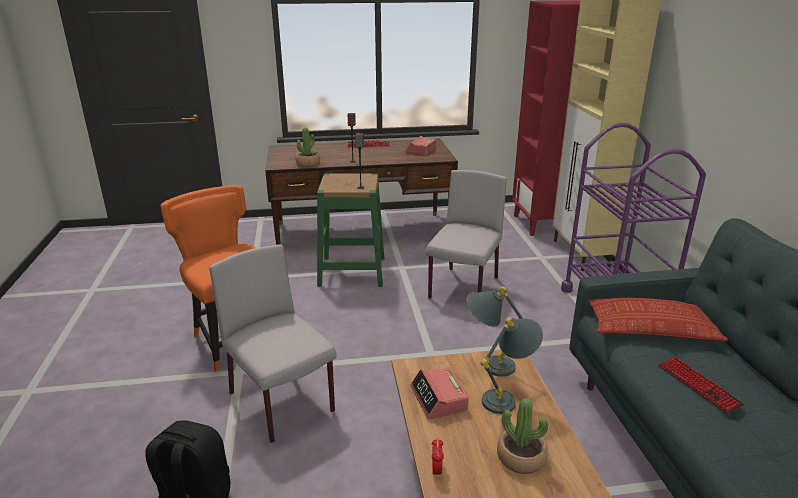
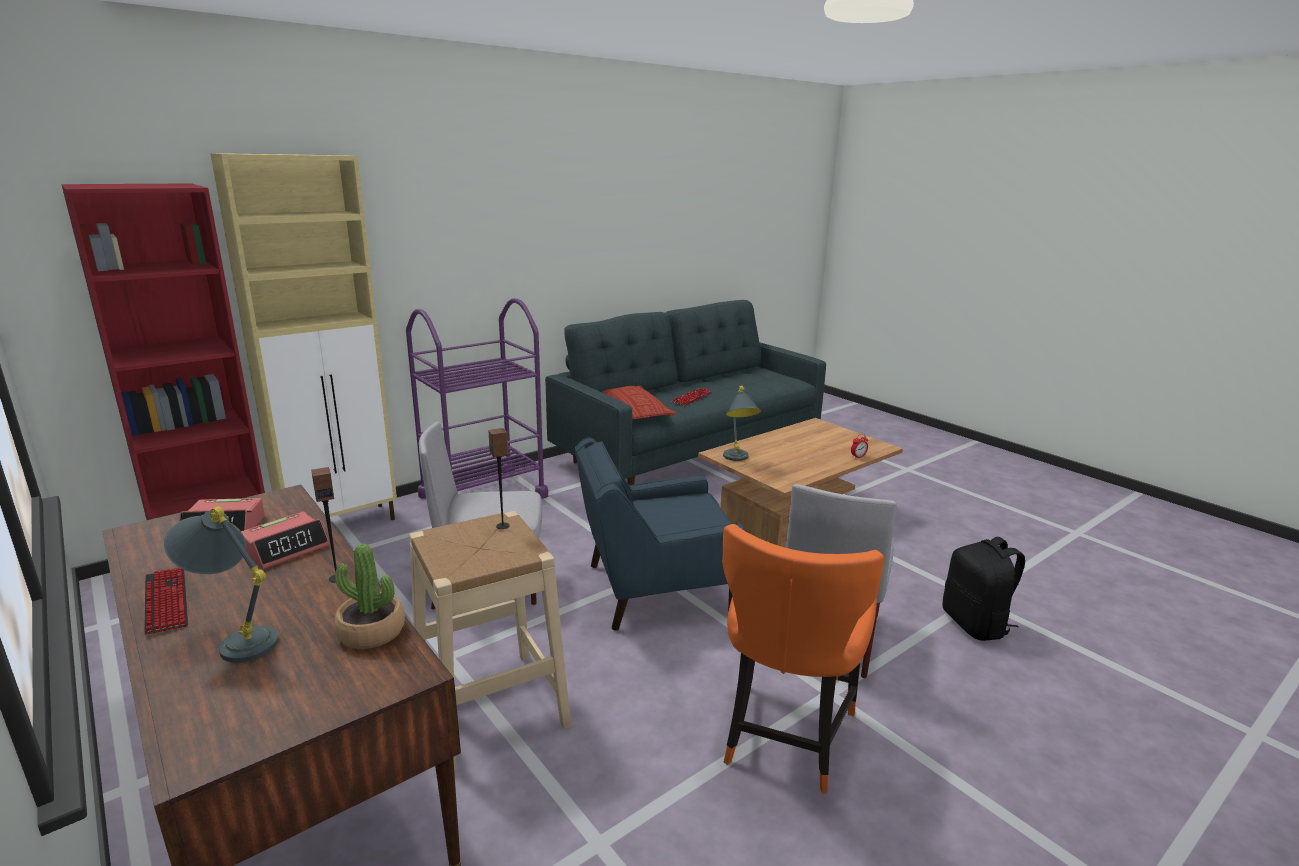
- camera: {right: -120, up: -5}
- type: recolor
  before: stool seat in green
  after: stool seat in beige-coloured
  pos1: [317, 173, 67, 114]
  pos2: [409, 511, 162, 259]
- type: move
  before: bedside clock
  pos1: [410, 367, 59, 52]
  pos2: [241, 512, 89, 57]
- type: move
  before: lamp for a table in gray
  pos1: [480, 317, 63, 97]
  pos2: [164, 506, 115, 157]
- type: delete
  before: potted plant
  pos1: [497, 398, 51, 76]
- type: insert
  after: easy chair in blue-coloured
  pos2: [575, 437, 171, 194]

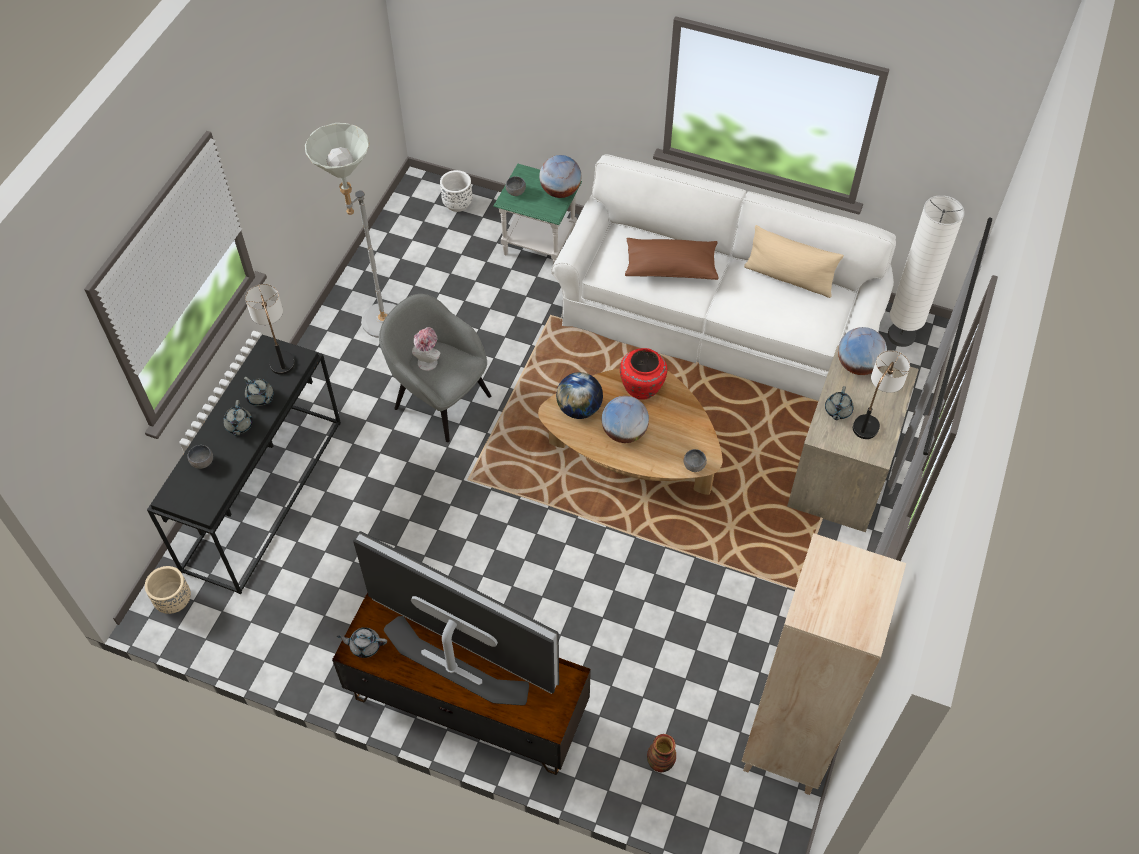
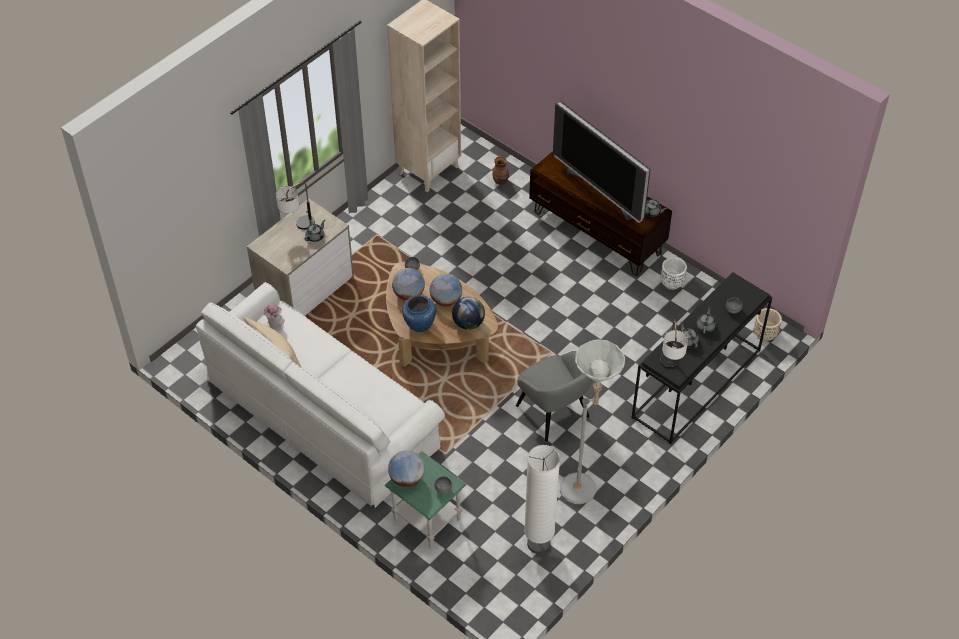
- camera: {right: -160, up: -5}
- type: move
  before: clothing hat
  pos1: [412, 327, 29, 44]
  pos2: [264, 303, 21, 28]
- type: move
  before: plant pot in white-coloured
  pos1: [440, 170, 33, 42]
  pos2: [660, 257, 27, 33]
- type: recolor
  before: decorative vase in red-coloured
  after: decorative vase in blue-coloured
  pos1: [620, 348, 47, 52]
  pos2: [402, 295, 34, 37]
- type: delete
  before: cushion in brownish
  pos1: [625, 238, 93, 42]
- type: move
  before: globe
  pos1: [838, 327, 49, 48]
  pos2: [392, 268, 33, 32]
- type: move
  before: standing lamp in white-coloured
  pos1: [888, 195, 77, 152]
  pos2: [524, 445, 36, 109]

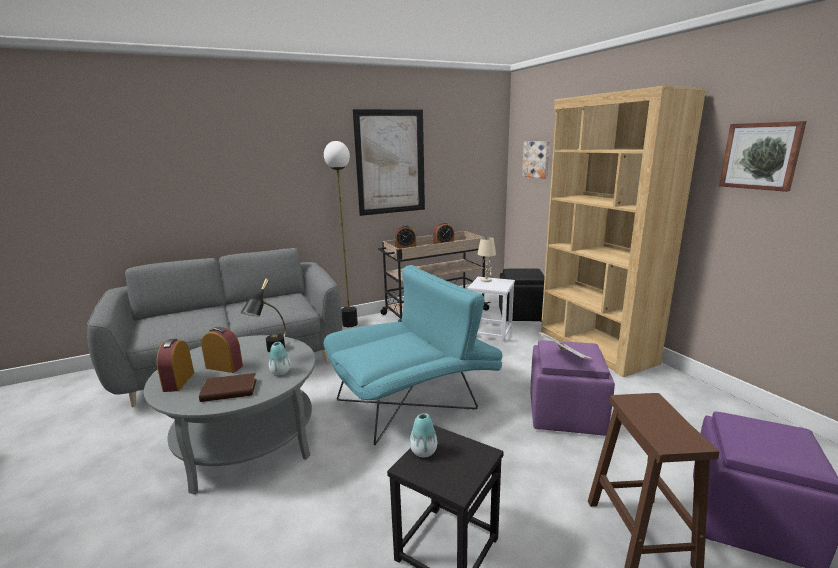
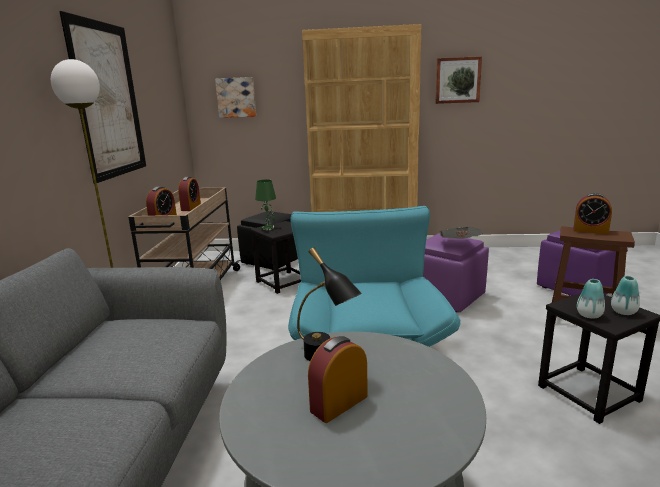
- camera: {right: -60, up: 0}
- type: move
  before: bedside clock
  pos1: [157, 339, 37, 53]
  pos2: [573, 193, 39, 41]
- type: delete
  before: bound book in brownish
  pos1: [199, 373, 58, 29]
- type: move
  before: decorative vase
  pos1: [269, 342, 22, 33]
  pos2: [611, 276, 29, 39]
- type: recolor
  before: stool seat in white-coloured
  after: stool seat in black
  pos1: [467, 277, 48, 65]
  pos2: [250, 221, 51, 73]
- type: recolor
  before: lamp for a table in beige-coloured
  after: lamp for a table in green
  pos1: [478, 237, 18, 45]
  pos2: [255, 180, 21, 50]

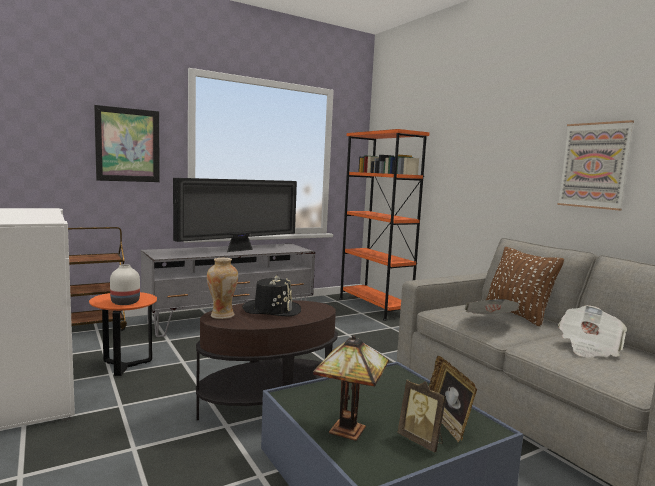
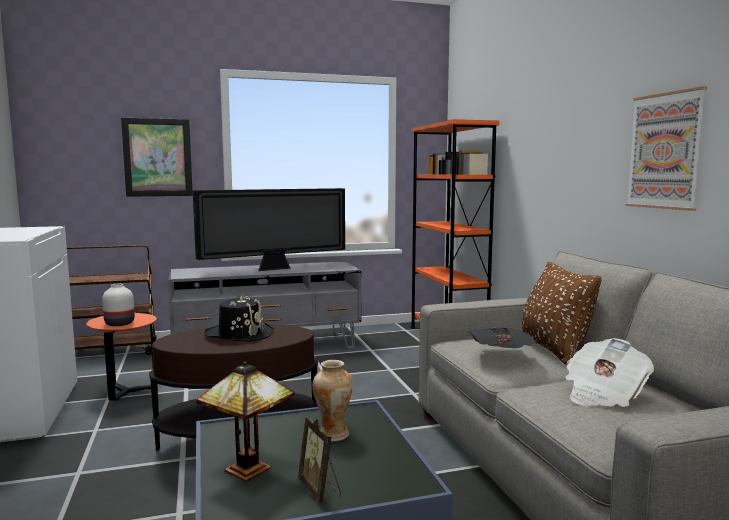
- camera: {right: 15, up: 0}
- type: move
  before: decorative vase
  pos1: [207, 258, 31, 61]
  pos2: [313, 360, 40, 82]
- type: delete
  before: picture frame
  pos1: [429, 356, 48, 86]

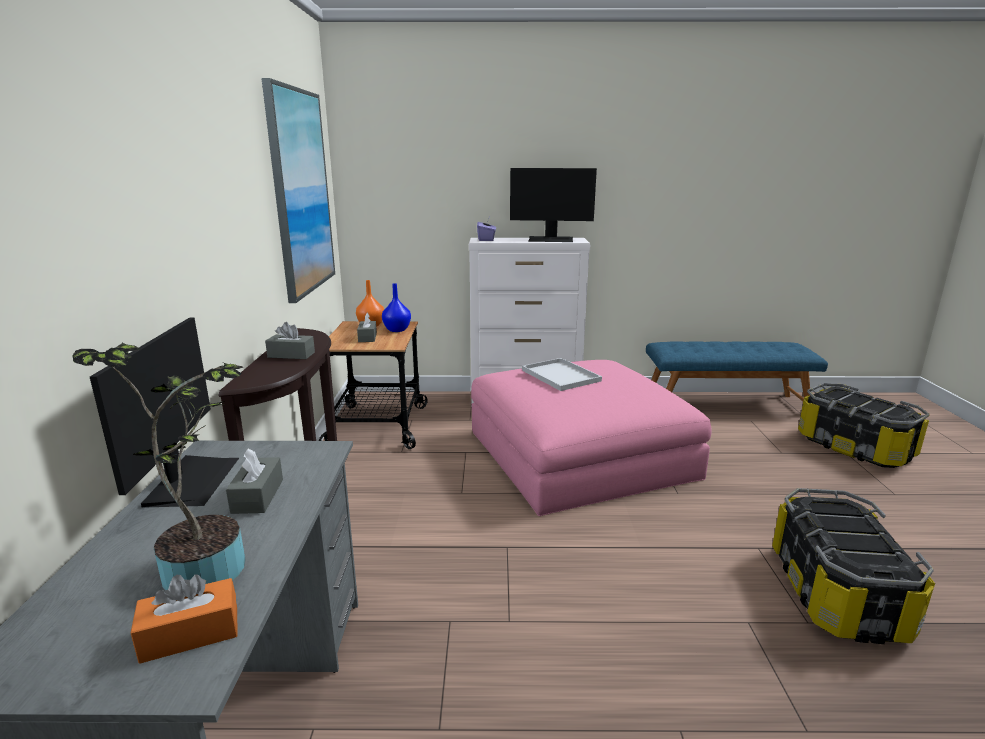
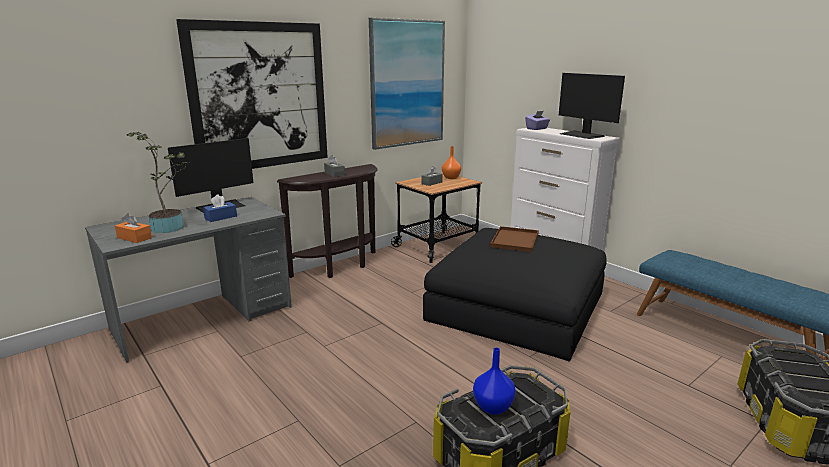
- camera: {right: 50, up: 0}
- type: recolor
  before: tissue holder in gray
  after: tissue holder in blue-coloured
  pos1: [226, 448, 57, 66]
  pos2: [203, 194, 34, 28]
- type: move
  before: decorative vase in blue-coloured
  pos1: [382, 283, 29, 49]
  pos2: [473, 348, 43, 67]
- type: recolor
  before: pouffe in pink-coloured
  after: pouffe in black
  pos1: [471, 360, 241, 156]
  pos2: [423, 228, 184, 133]
- type: recolor
  before: tray in white-coloured
  after: tray in brownish
  pos1: [522, 358, 80, 33]
  pos2: [490, 226, 49, 26]
- type: insert
  after: picture
  pos2: [176, 19, 152, 150]

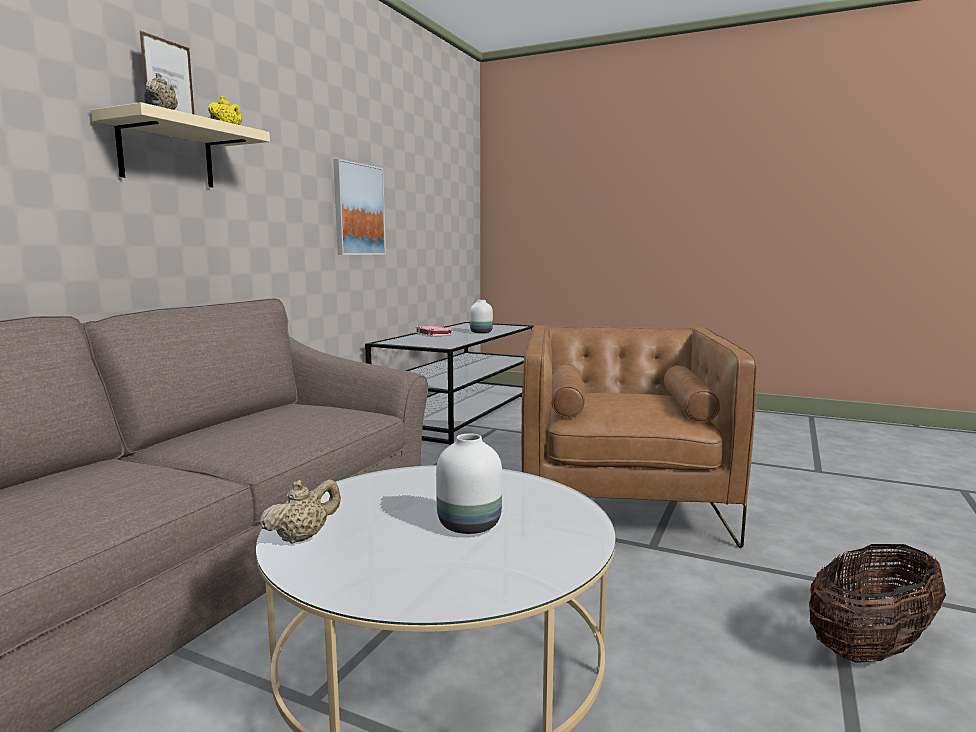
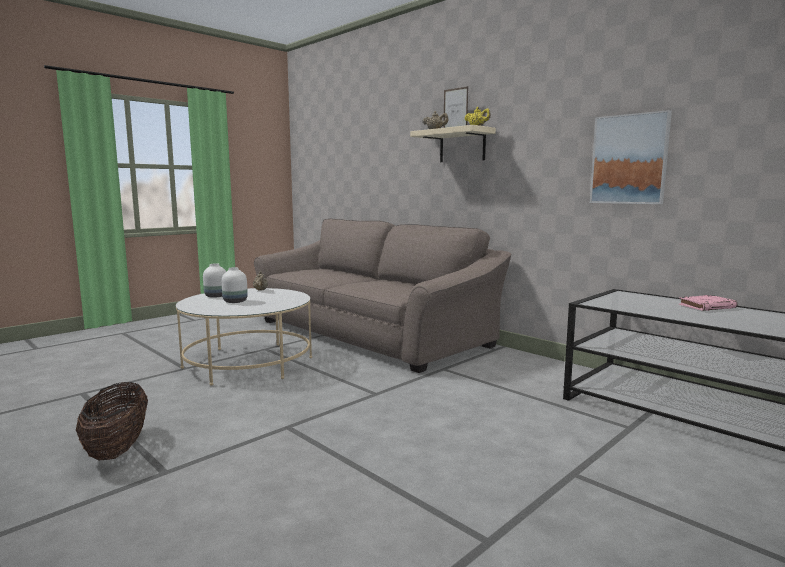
- camera: {right: 110, up: 0}
- type: move
  before: decorative vase in white-coloured
  pos1: [470, 300, 23, 33]
  pos2: [203, 263, 23, 35]
- type: delete
  before: easy chair in brownish
  pos1: [521, 325, 236, 223]

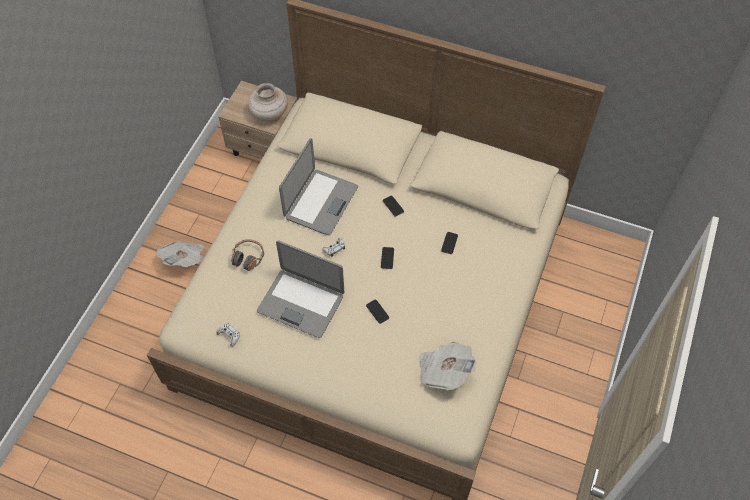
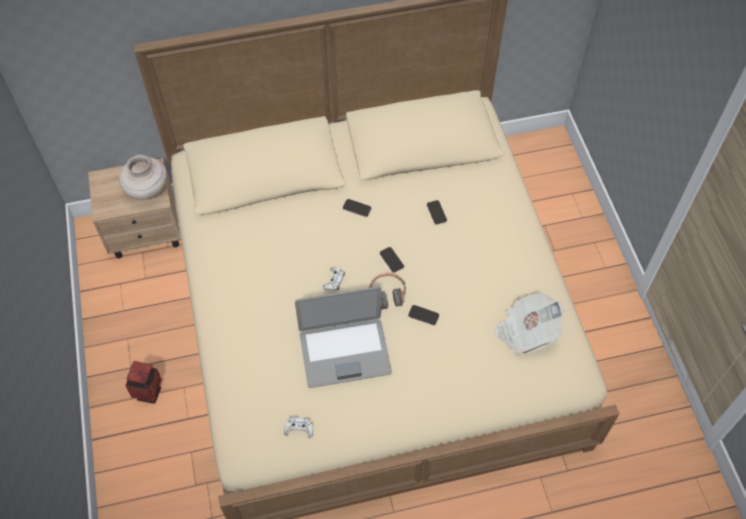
- camera: {right: -35, up: 0}
- type: replace
  before: printed paper
  after: decorative vase
  pos1: [156, 241, 48, 26]
  pos2: [125, 361, 37, 43]
- type: move
  before: headset
  pos1: [231, 239, 33, 32]
  pos2: [369, 273, 37, 37]
- type: delete
  before: portable computer
  pos1: [279, 138, 79, 97]

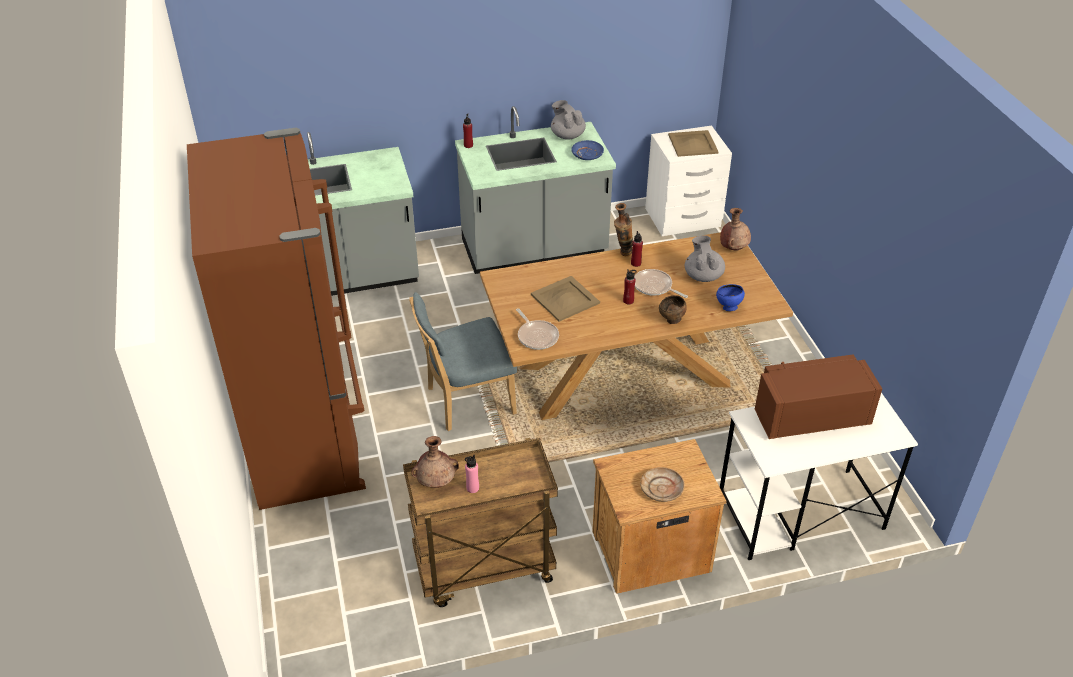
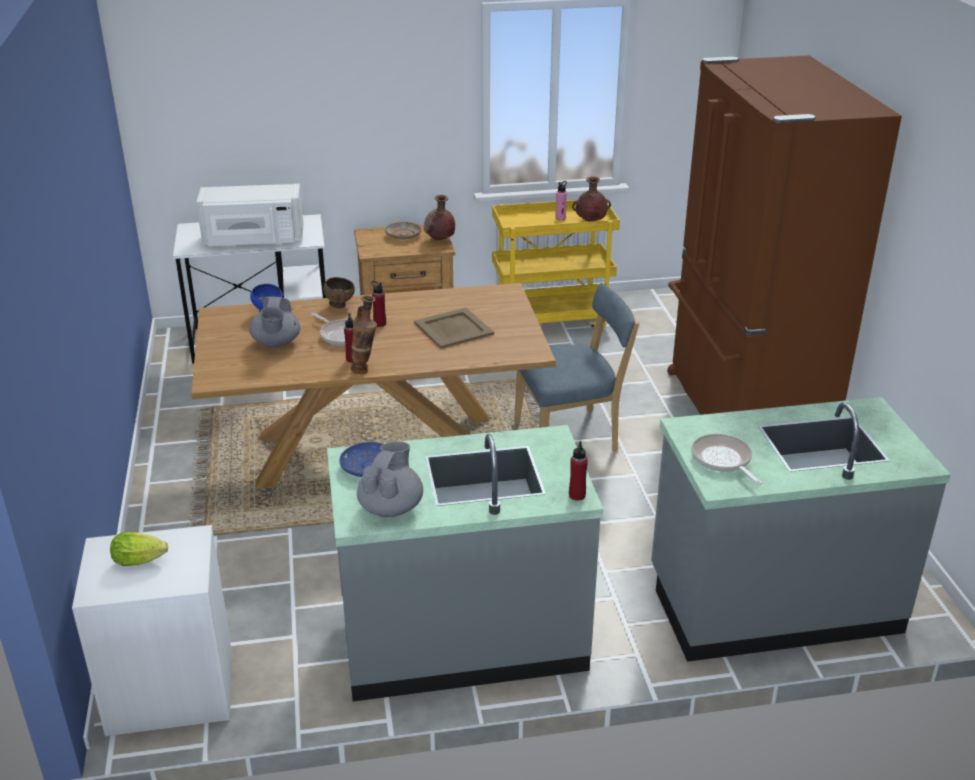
- camera: {right: -175, up: -10}
- type: recolor
  before: cart in brownish
  after: cart in yellow-coloured
  pos1: [403, 438, 155, 169]
  pos2: [492, 200, 128, 130]
- type: move
  before: pan
  pos1: [516, 308, 43, 42]
  pos2: [691, 434, 71, 51]
- type: rotate
  before: teapot in gray
  pos1: [551, 100, 35, 40]
  pos2: [357, 442, 66, 75]
  turn: -135
- type: replace
  before: tray in beige-coloured
  after: lettuce head
  pos1: [668, 130, 51, 27]
  pos2: [110, 532, 58, 34]
- type: move
  before: decorative vase in brownish
  pos1: [720, 208, 31, 43]
  pos2: [424, 195, 31, 45]
- type: recolor
  before: microwave in brownish
  after: microwave in white-coloured
  pos1: [755, 354, 127, 85]
  pos2: [196, 184, 108, 62]

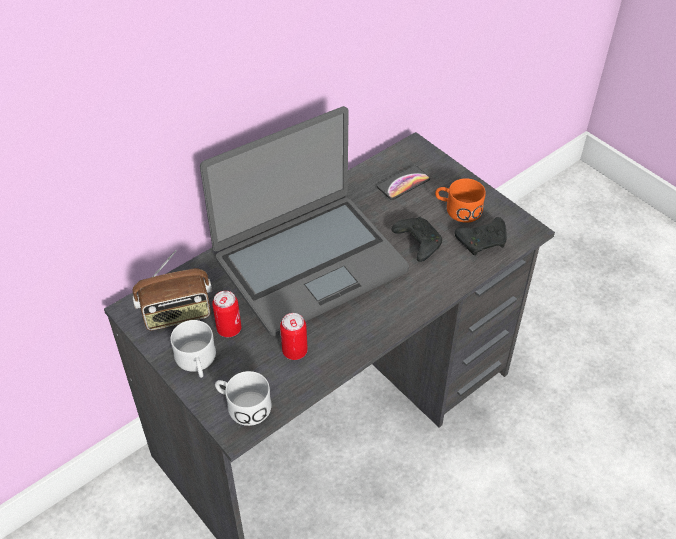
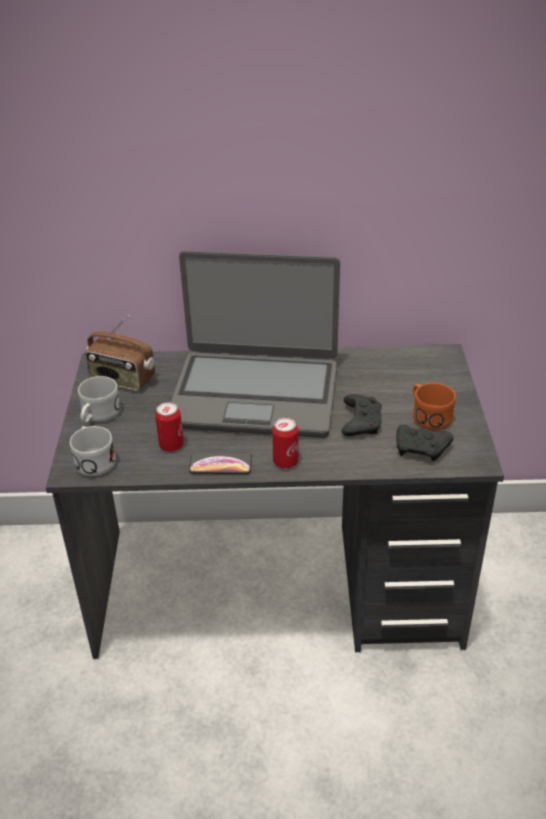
- camera: {right: 40, up: -10}
- type: move
  before: can
  pos1: [212, 291, 29, 46]
  pos2: [272, 417, 27, 52]
- type: move
  before: handset
  pos1: [377, 166, 53, 34]
  pos2: [189, 452, 63, 22]

